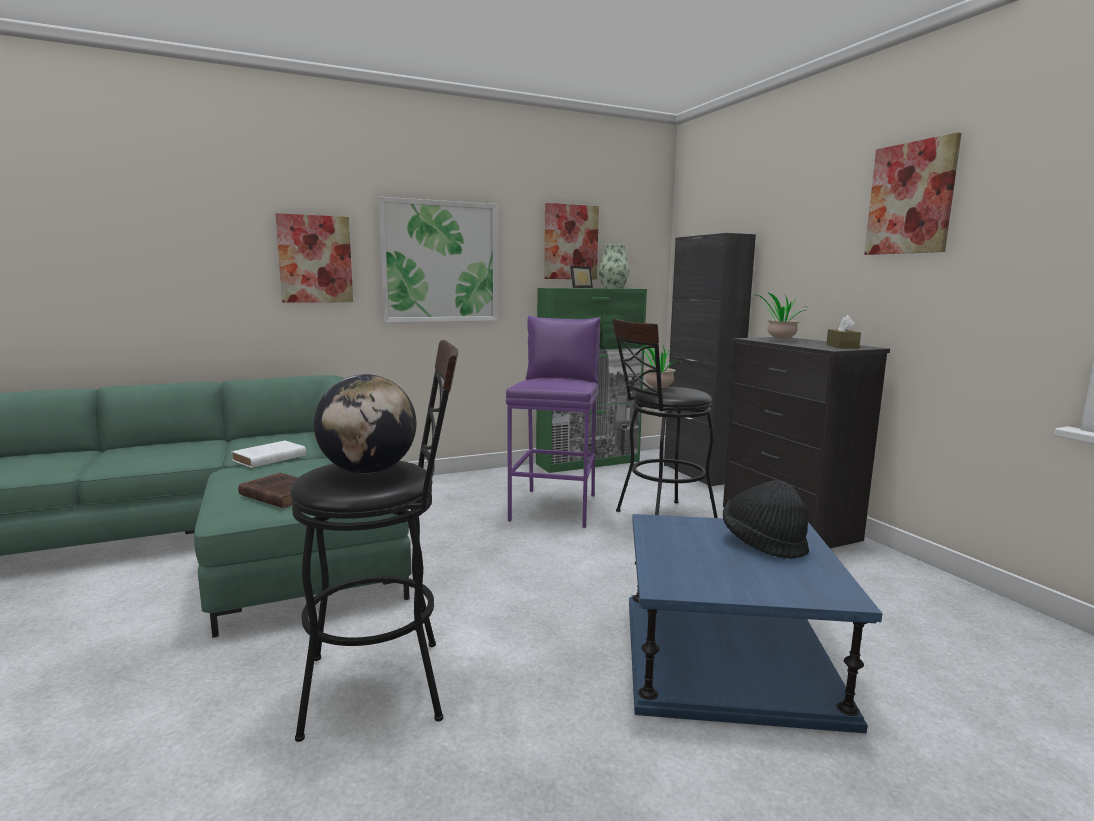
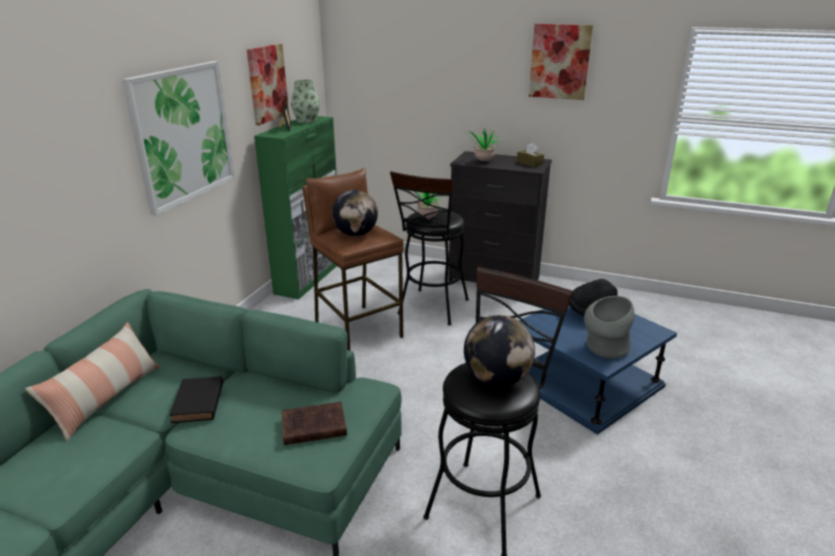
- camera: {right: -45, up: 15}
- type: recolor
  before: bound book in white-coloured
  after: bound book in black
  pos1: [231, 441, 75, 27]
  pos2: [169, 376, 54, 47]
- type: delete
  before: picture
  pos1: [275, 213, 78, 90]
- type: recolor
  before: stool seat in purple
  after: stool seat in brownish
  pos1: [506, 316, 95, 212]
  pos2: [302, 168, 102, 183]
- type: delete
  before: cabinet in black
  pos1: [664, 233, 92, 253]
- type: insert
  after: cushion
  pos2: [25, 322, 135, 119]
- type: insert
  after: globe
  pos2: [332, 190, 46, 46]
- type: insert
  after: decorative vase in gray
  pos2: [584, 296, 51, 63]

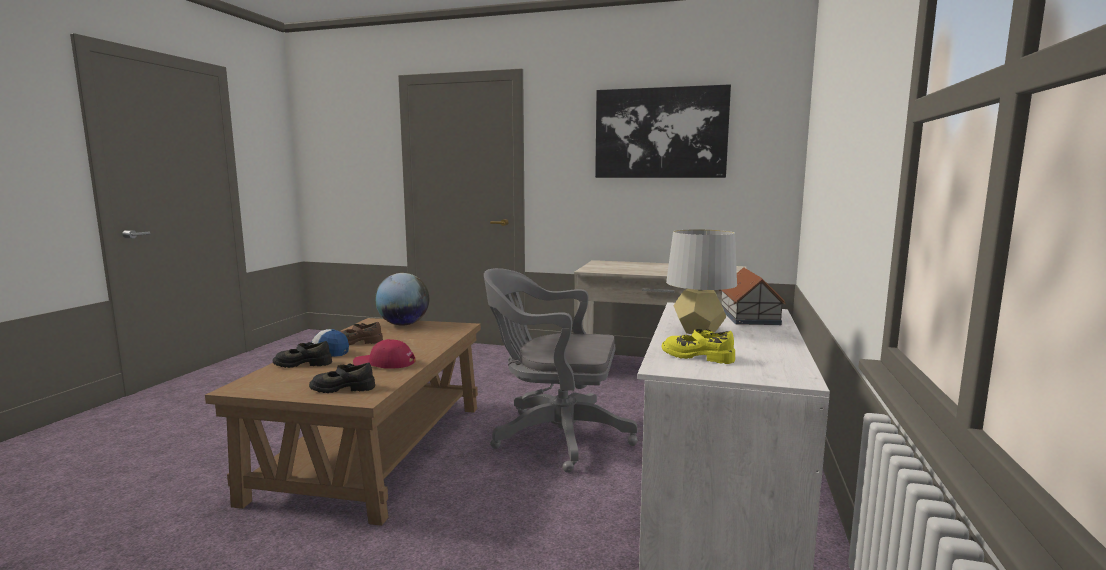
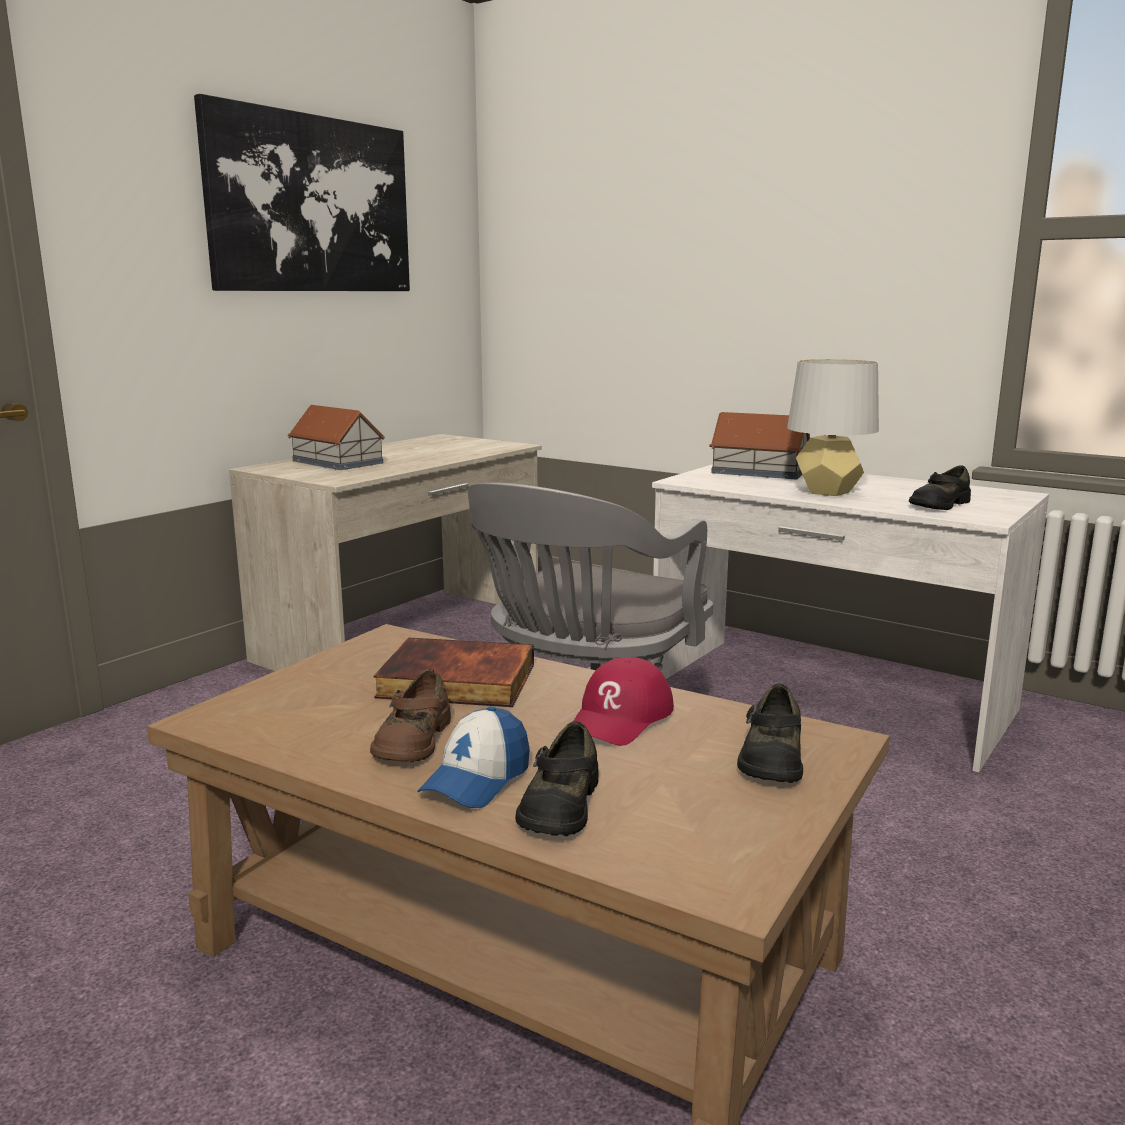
- camera: {right: -70, up: 5}
- type: delete
  before: globe
  pos1: [375, 273, 54, 53]
- type: recolor
  before: item of footwear in yellow-coloured
  after: item of footwear in black
  pos1: [661, 329, 74, 35]
  pos2: [909, 465, 62, 45]
- type: insert
  after: toy house
  pos2: [288, 405, 97, 65]
- type: insert
  after: bound book
  pos2: [374, 638, 160, 69]

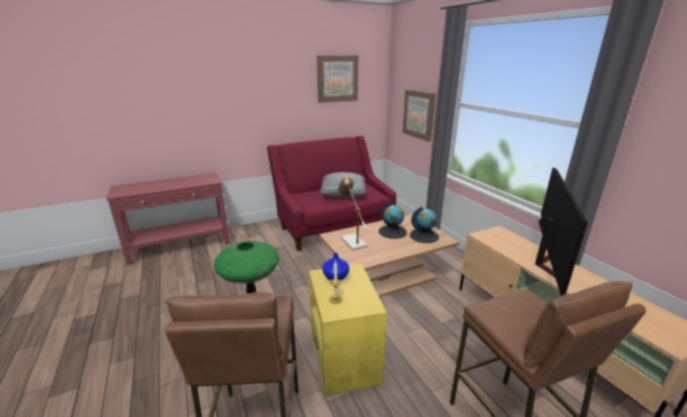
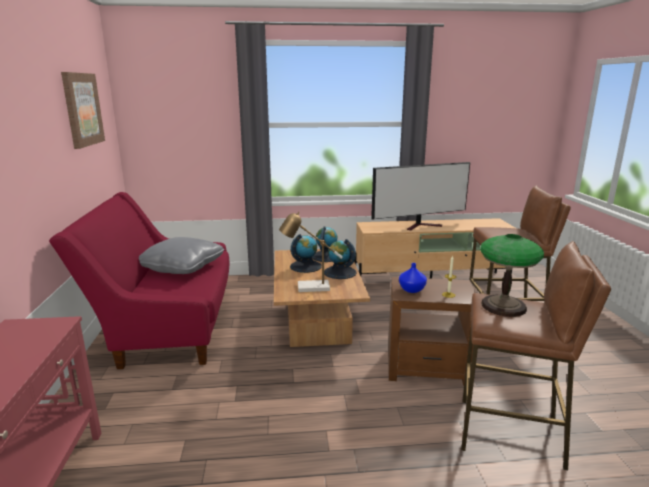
- camera: {right: -70, up: -5}
- type: recolor
  before: side table in yellow-coloured
  after: side table in brownish
  pos1: [309, 264, 78, 132]
  pos2: [388, 277, 88, 109]
- type: delete
  before: picture
  pos1: [402, 89, 34, 53]
- type: rotate
  before: TV set
  pos1: [535, 168, 53, 128]
  pos2: [371, 162, 99, 68]
  turn: 120
- type: insert
  after: globe
  pos2: [324, 239, 33, 40]

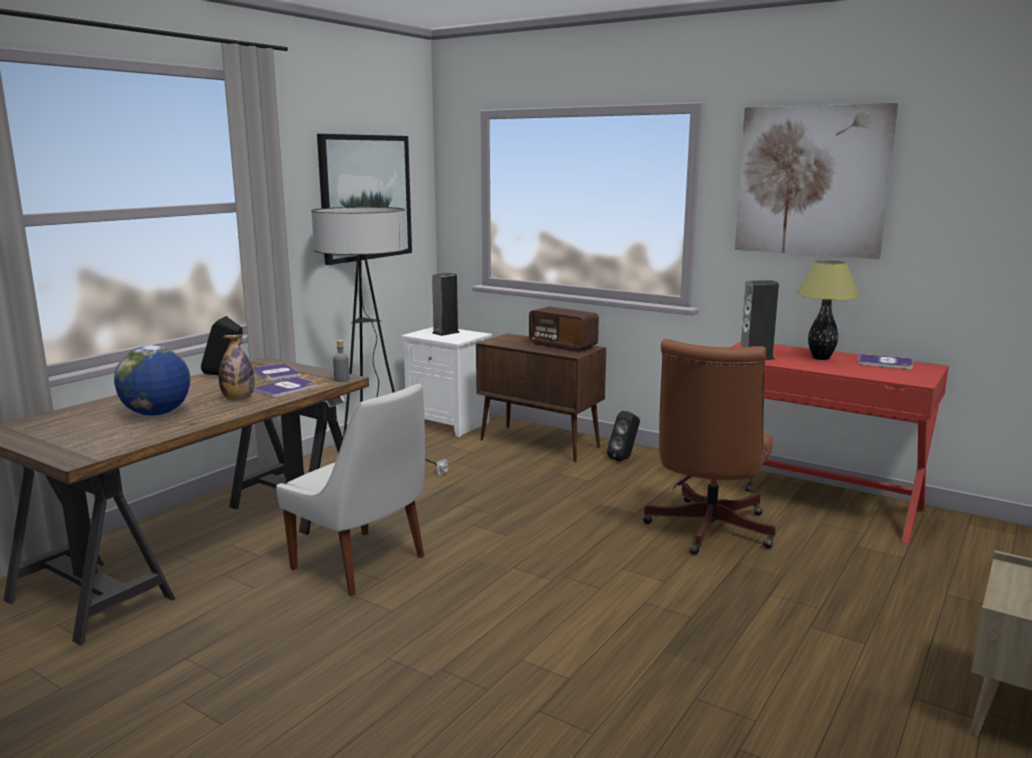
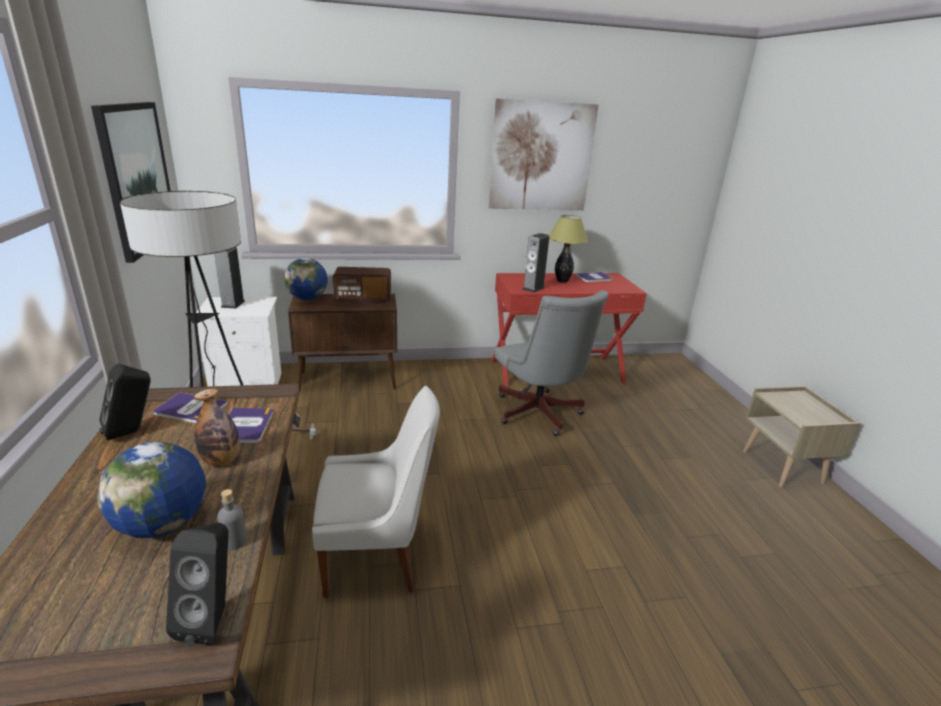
- camera: {right: -45, up: 10}
- type: move
  before: beverage bottle in gray
  pos1: [333, 340, 17, 42]
  pos2: [217, 489, 30, 61]
- type: move
  before: loudspeaker in black
  pos1: [607, 411, 33, 51]
  pos2: [166, 522, 63, 123]
- type: recolor
  before: computer chair in brownish
  after: computer chair in gray
  pos1: [643, 339, 133, 215]
  pos2: [495, 290, 113, 146]
- type: insert
  after: globe
  pos2: [285, 258, 43, 42]

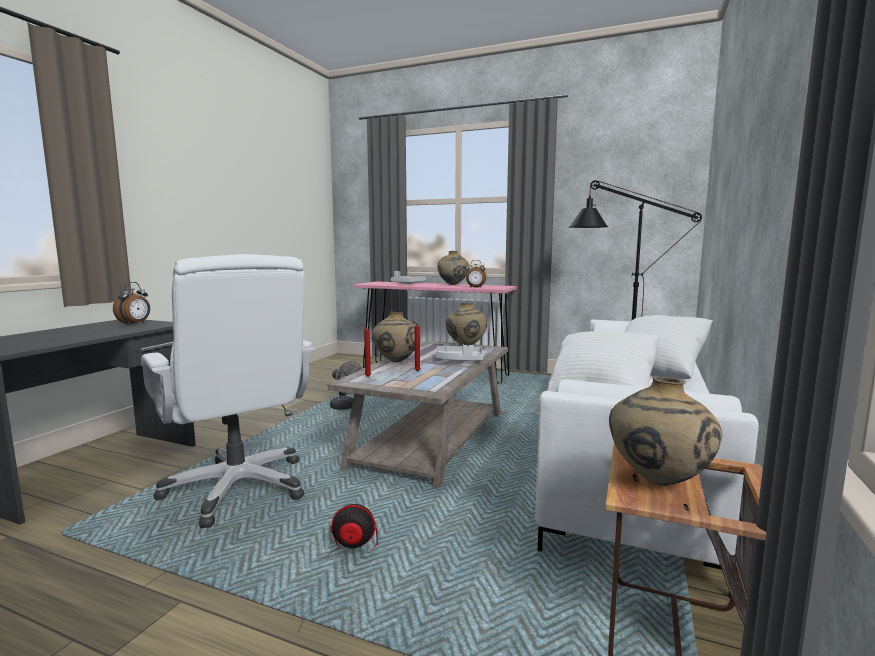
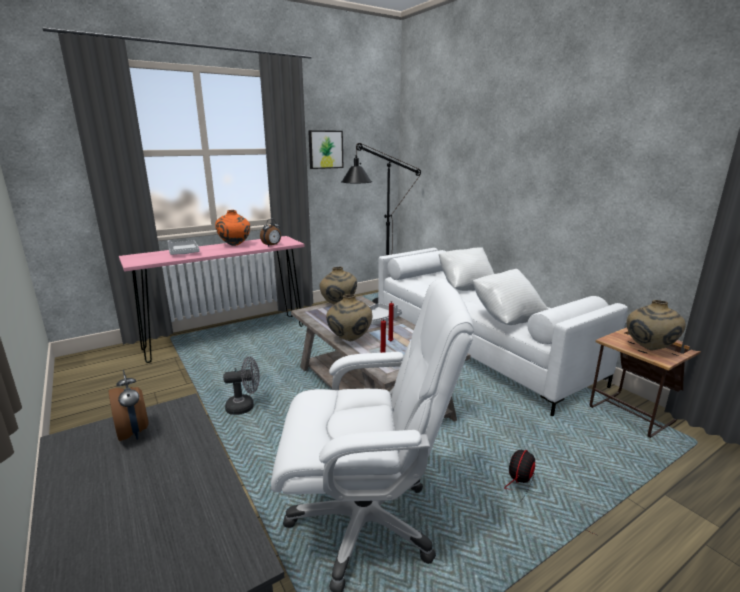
- camera: {right: -55, up: 10}
- type: recolor
  before: decorative vase in beige-coloured
  after: decorative vase in orange-coloured
  pos1: [437, 251, 32, 34]
  pos2: [215, 210, 35, 36]
- type: insert
  after: picture
  pos2: [308, 130, 35, 39]

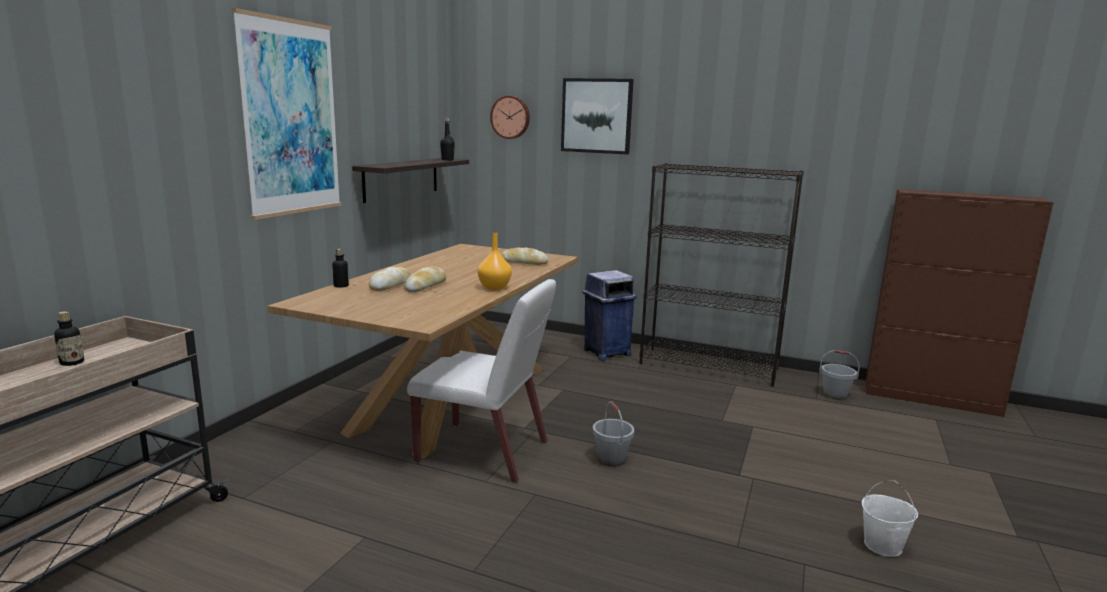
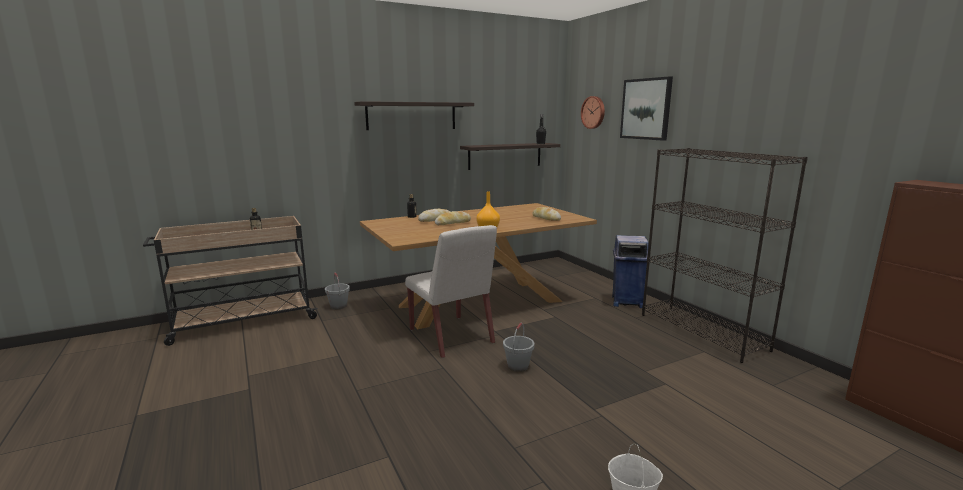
- camera: {right: 40, up: 0}
- type: replace
  before: picture
  after: bracket shelf
  pos1: [231, 8, 110, 212]
  pos2: [354, 101, 120, 29]
- type: move
  before: water bucket in gray
  pos1: [819, 350, 41, 50]
  pos2: [325, 273, 25, 36]

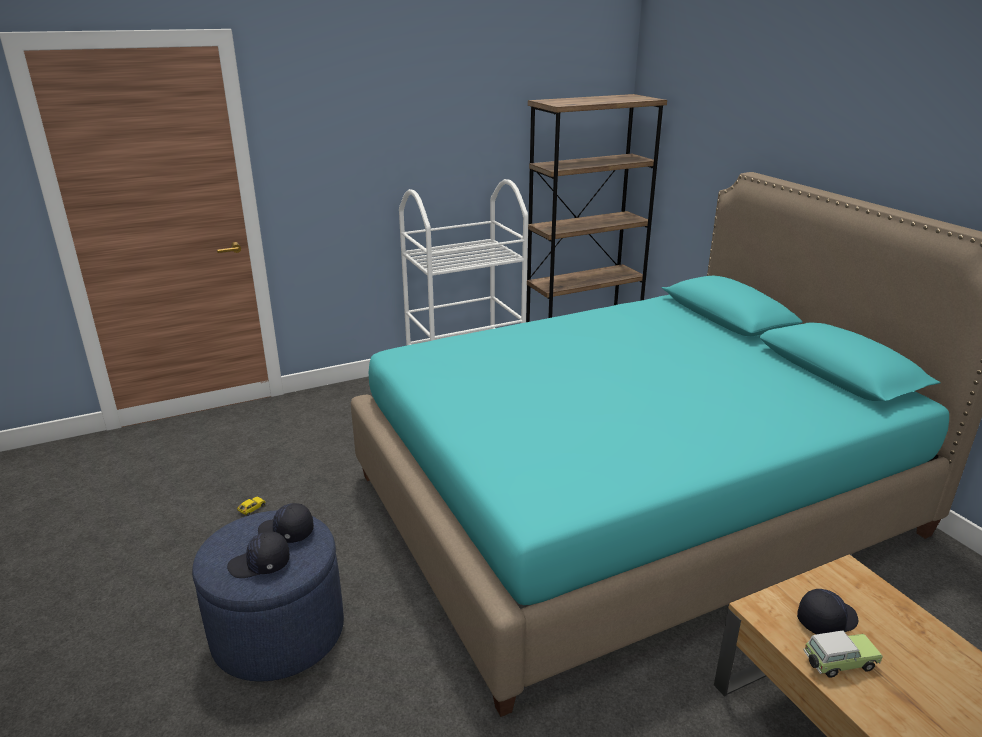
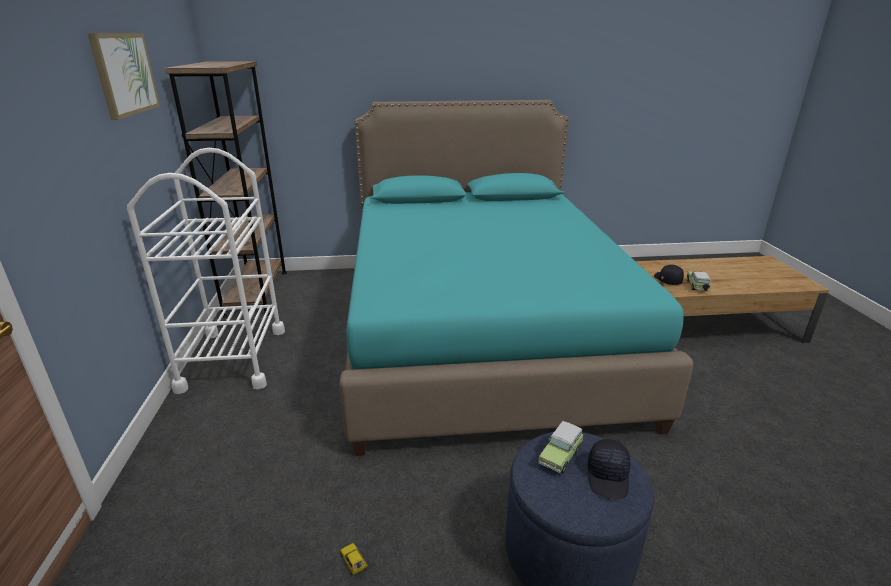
- camera: {right: -70, up: 0}
- type: replace
  before: baseball cap in black
  after: toy car
  pos1: [258, 503, 56, 40]
  pos2: [538, 421, 45, 53]
- type: insert
  after: picture
  pos2: [87, 33, 73, 87]

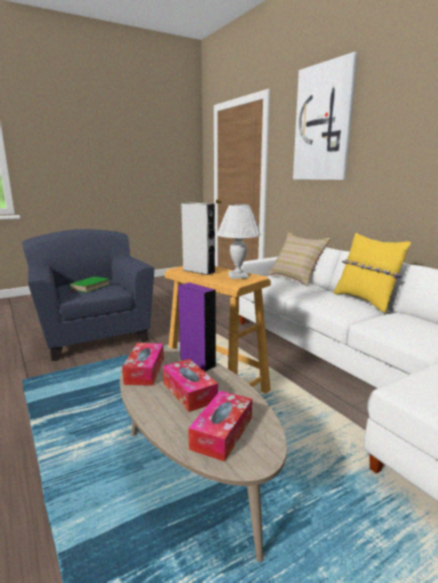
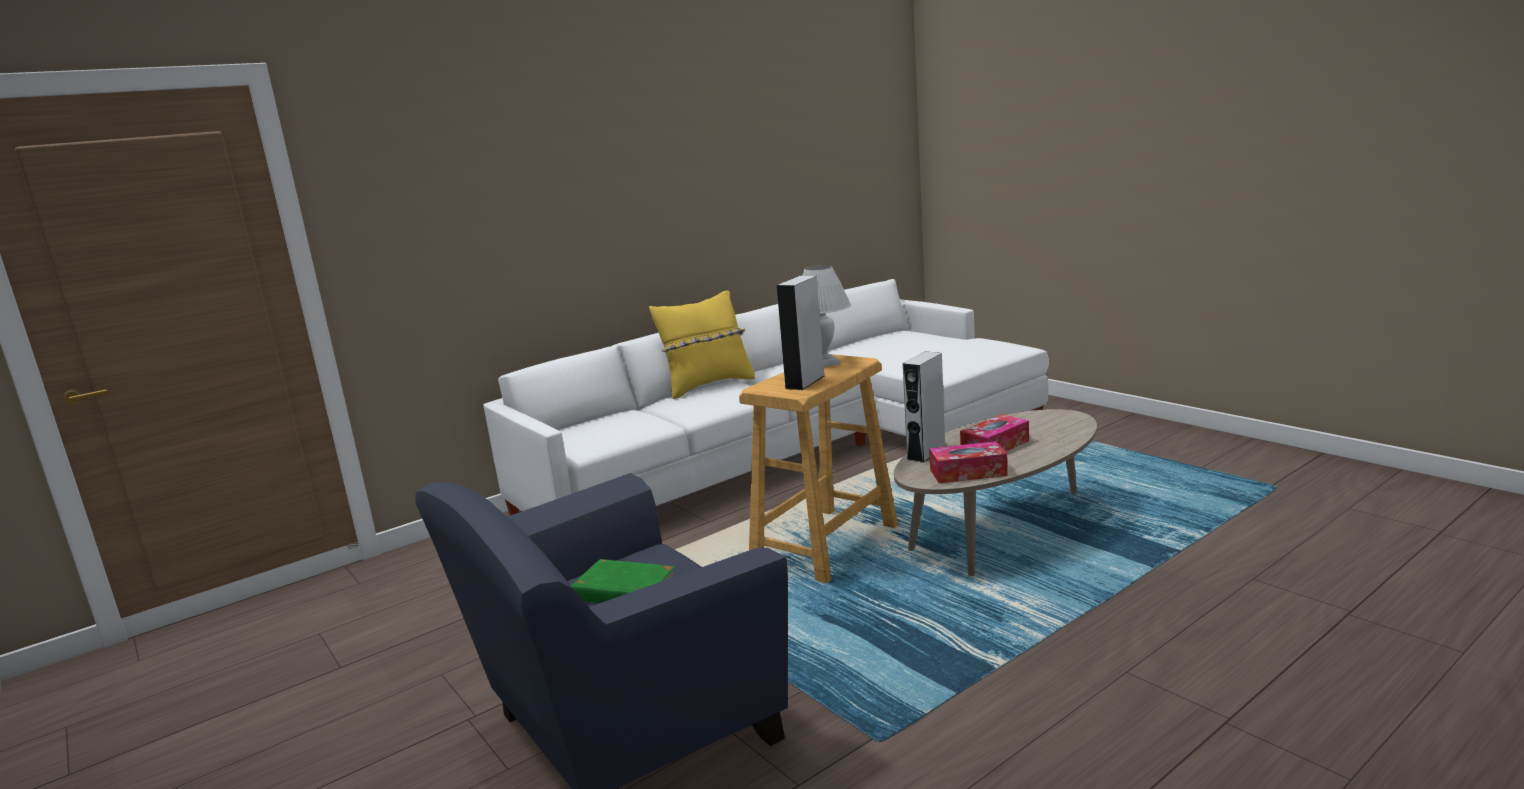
- camera: {right: -95, up: 0}
- type: recolor
  before: loudspeaker in purple
  after: loudspeaker in gray
  pos1: [178, 282, 38, 90]
  pos2: [903, 351, 42, 112]
- type: delete
  before: tissue holder
  pos1: [188, 391, 64, 71]
- type: delete
  before: cushion in beige-coloured
  pos1: [268, 232, 63, 54]
- type: delete
  before: picture
  pos1: [293, 52, 65, 128]

